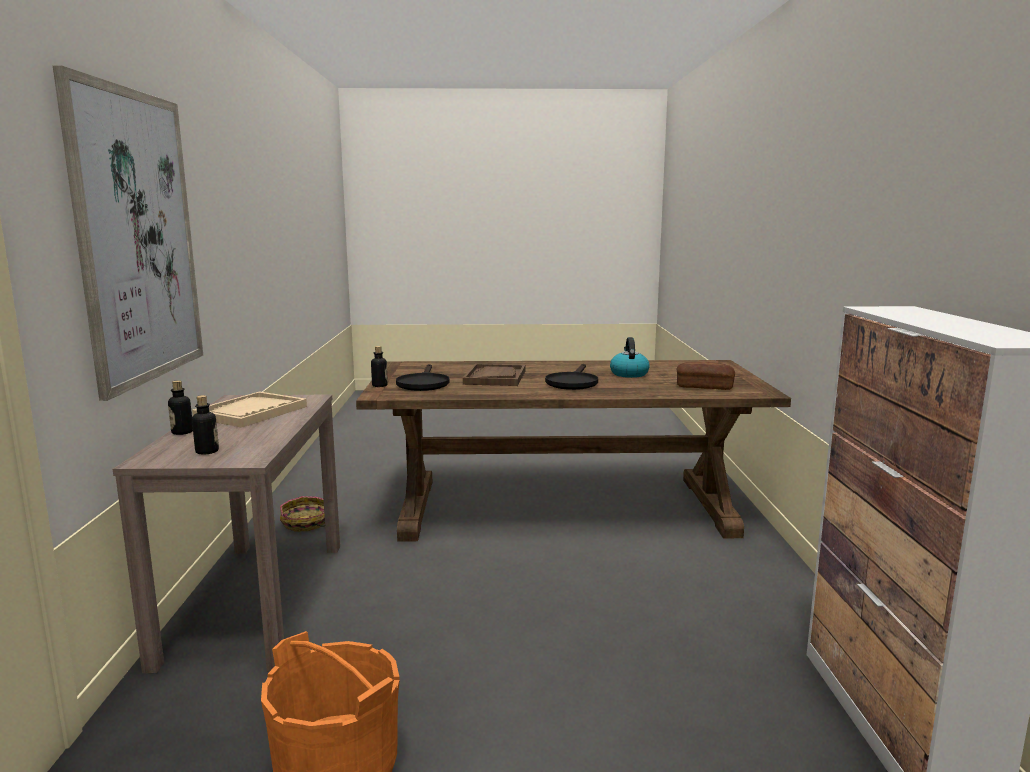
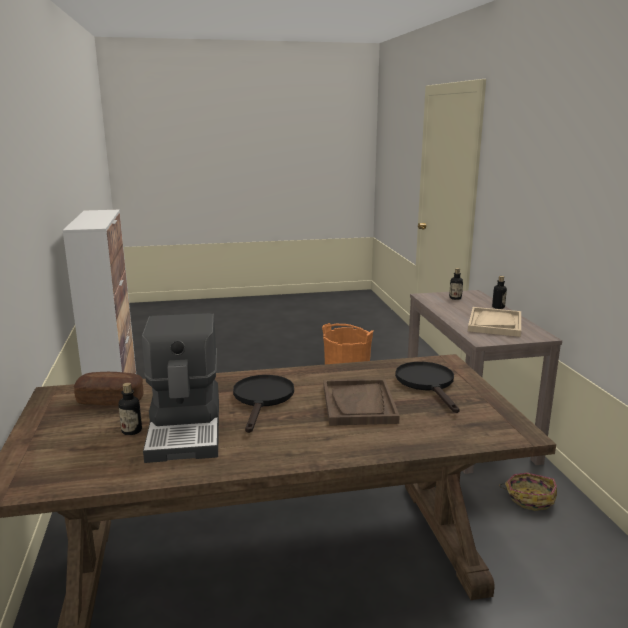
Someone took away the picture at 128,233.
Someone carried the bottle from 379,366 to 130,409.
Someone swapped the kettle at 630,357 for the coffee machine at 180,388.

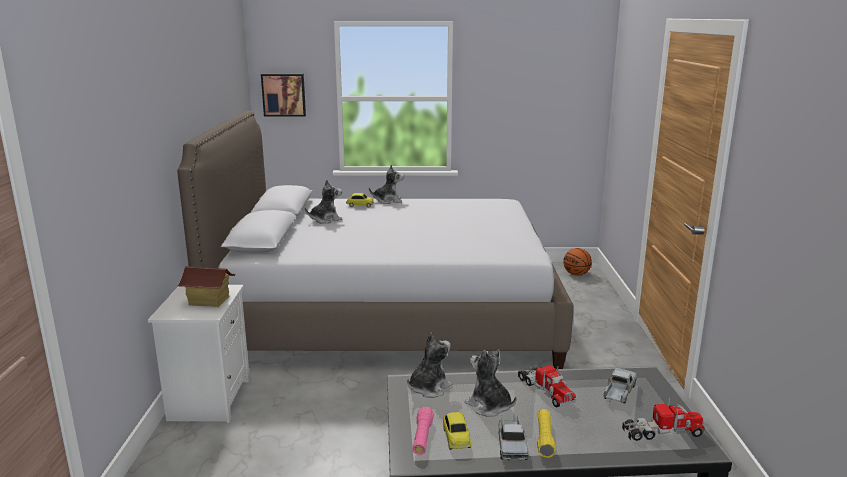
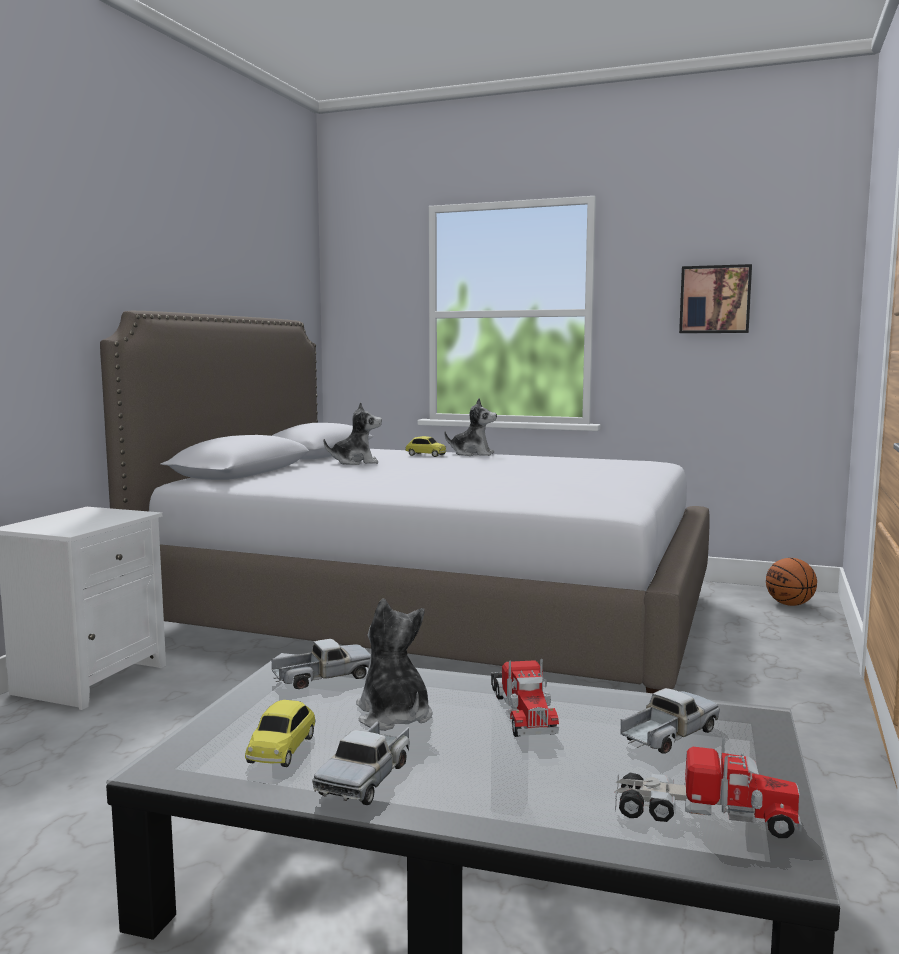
Someone took away the toy house at 206,286.
Someone carried the picture from 283,95 to 715,298.
Someone swapped the plush toy at 429,365 for the toy truck at 321,664.
Someone took away the pink flashlight at 423,431.
Someone took away the yellow flashlight at 546,433.

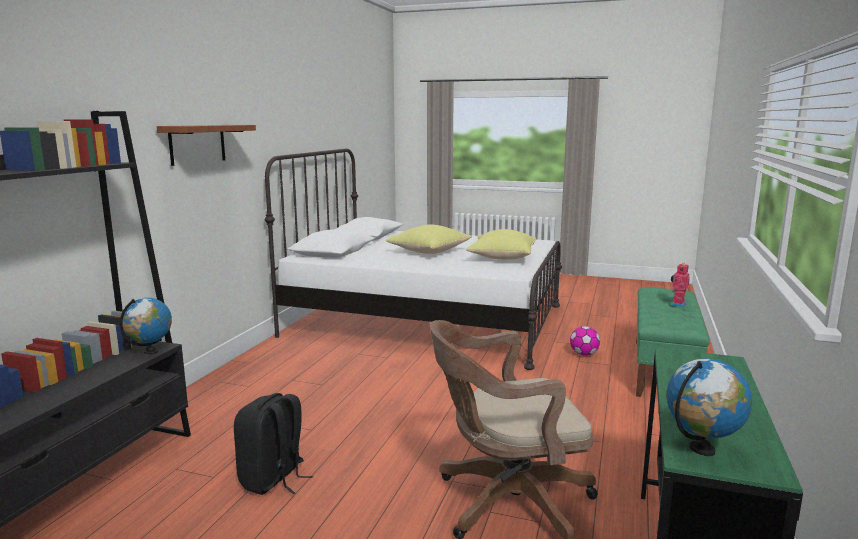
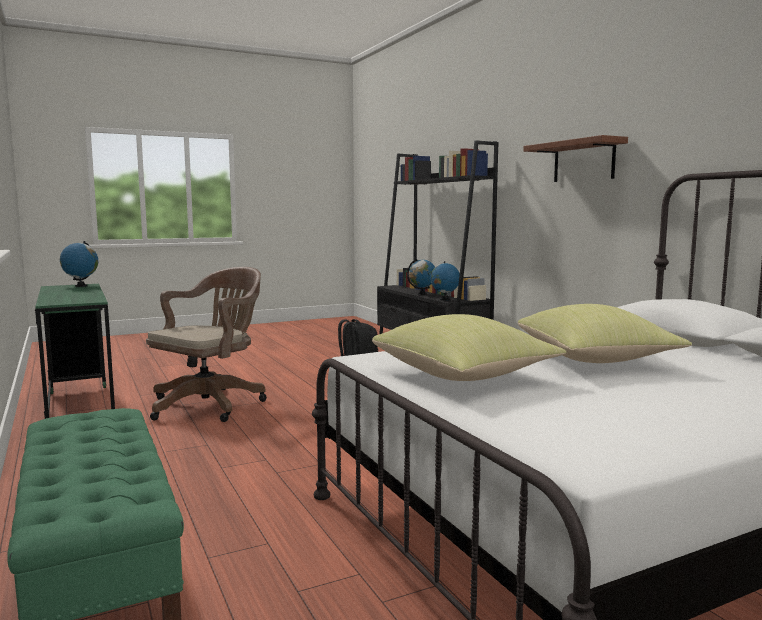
Someone took away the football at 585,341.
Someone took away the toy robot at 680,285.
Someone put down the globe at 421,277.

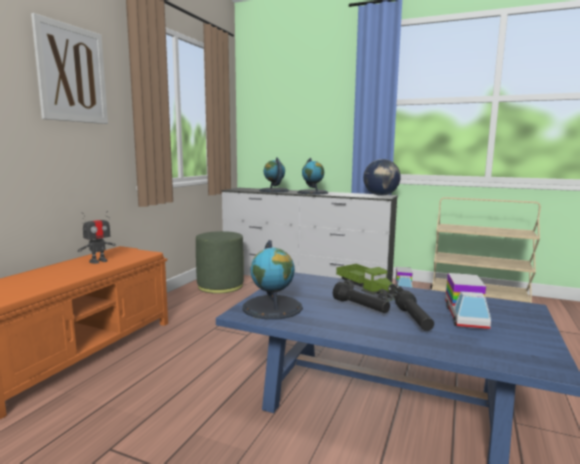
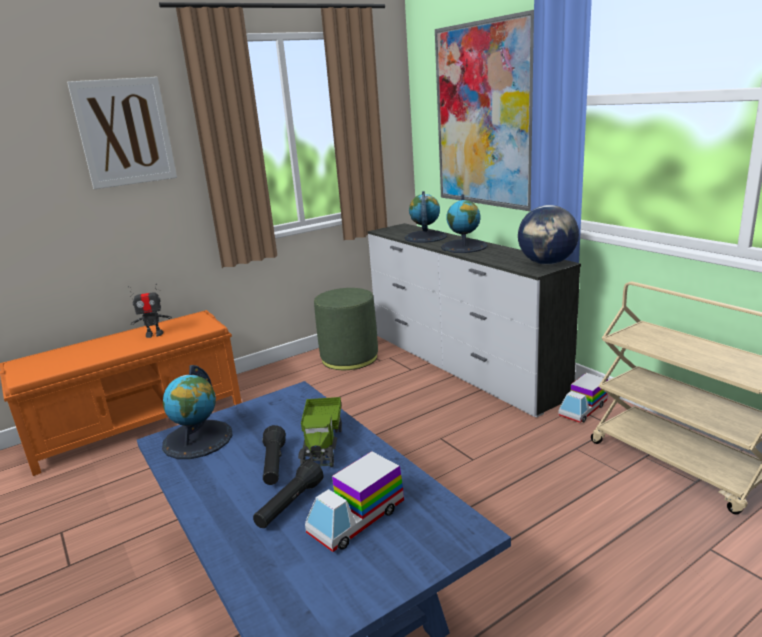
Someone put up the picture at 484,110.

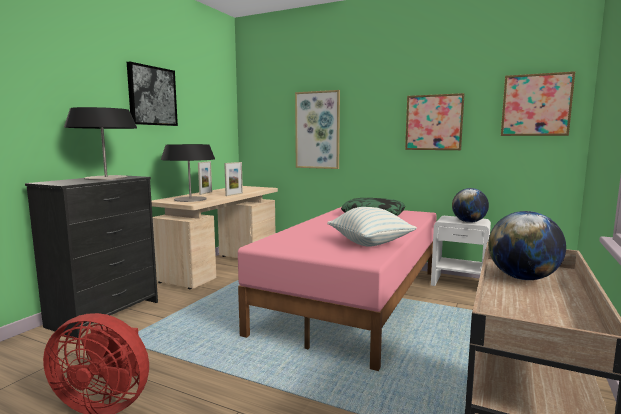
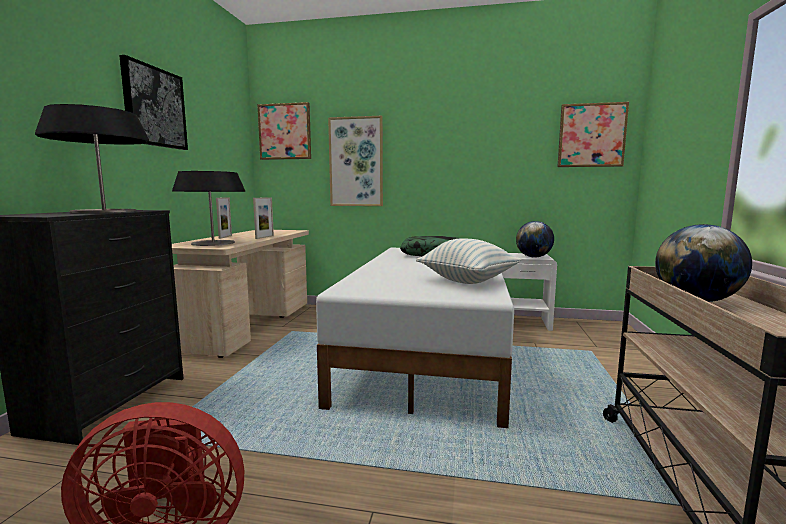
Someone repainted the pink bed at 337,289, which became the white bed at 415,338.
Someone carried the picture from 435,121 to 284,131.

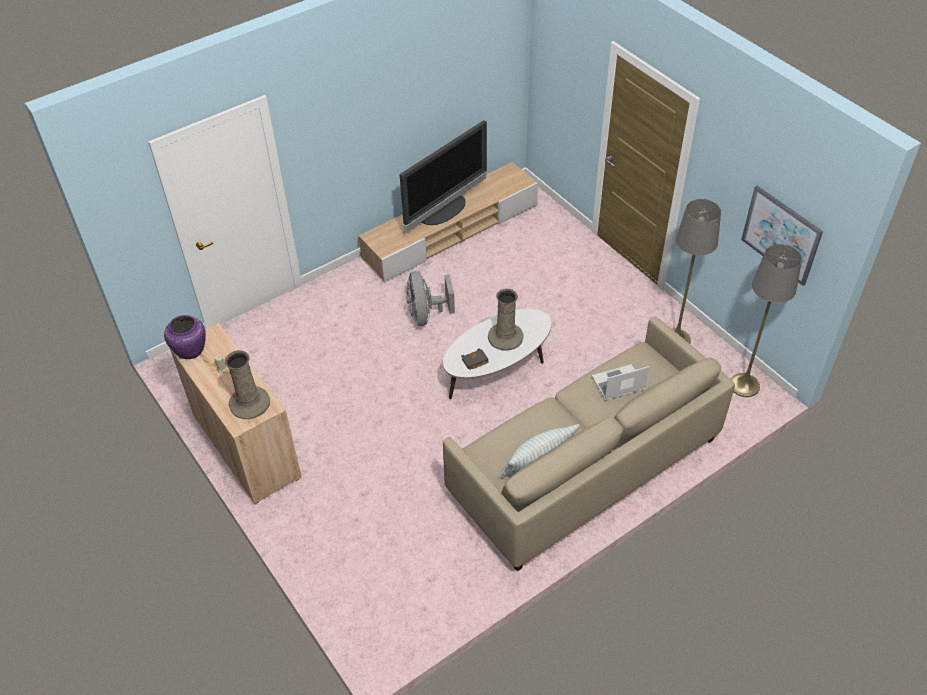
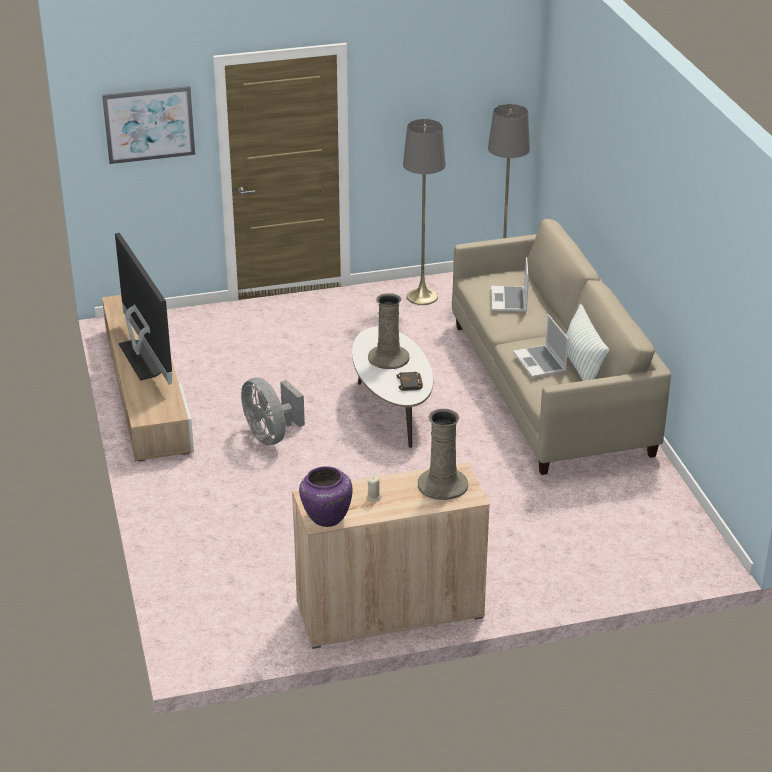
Someone rotated the grey fan at 431,298 by 45 degrees clockwise.
Someone carried the picture from 782,236 to 148,125.
Someone put down the laptop at 541,346.

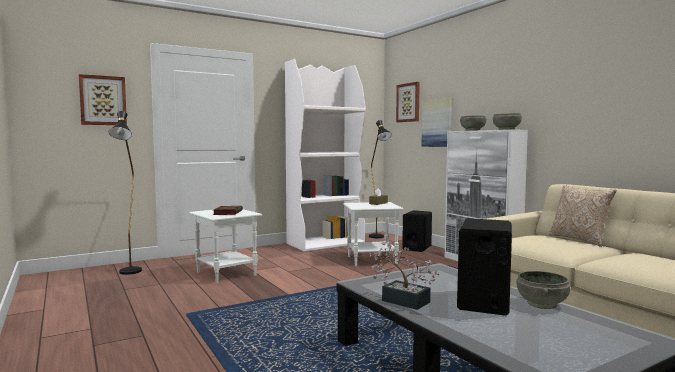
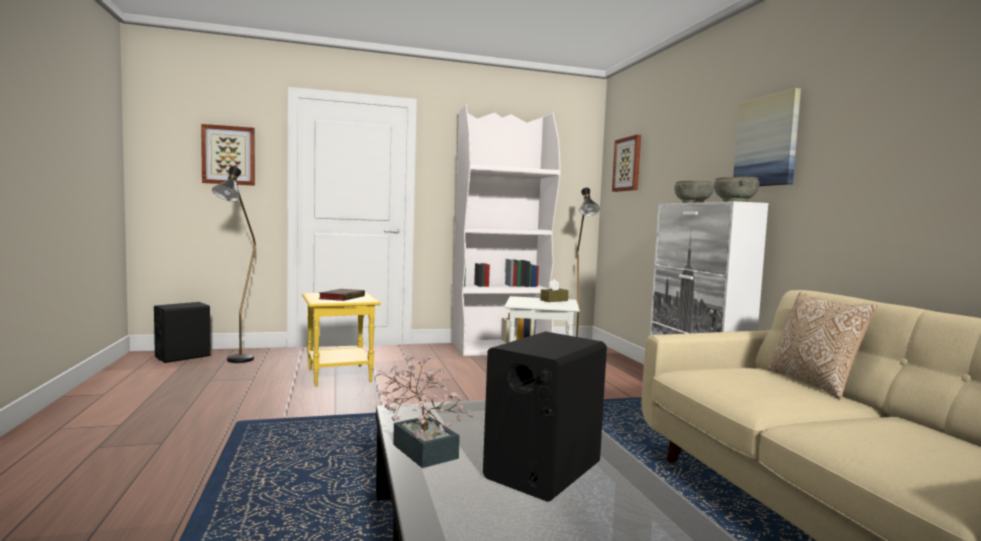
Someone repainted the white side table at 225,246, which became the yellow side table at 341,339.
Someone carried the black speaker from 417,231 to 182,332.
Someone carried the picture from 436,122 to 767,137.
Someone took away the grey bowl at 544,290.

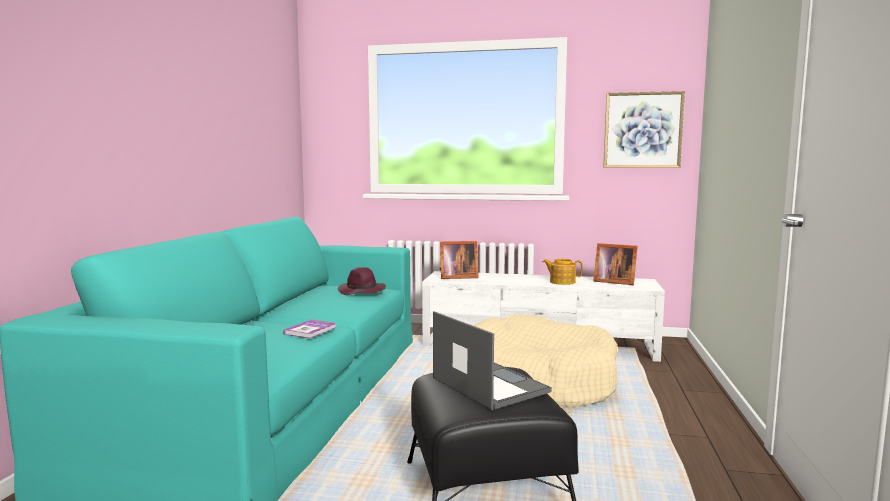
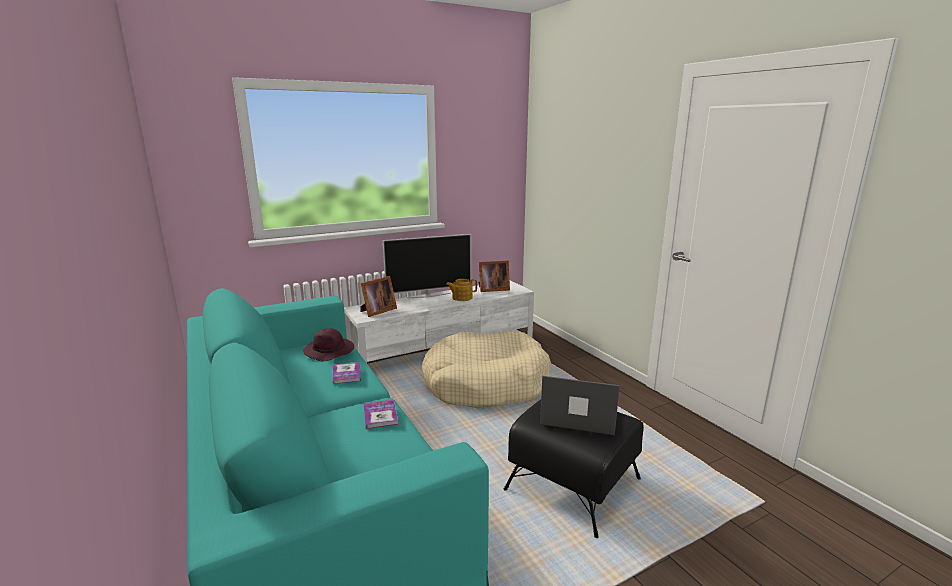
Someone took away the picture at 644,129.
Someone put down the book at 346,373.
Someone put down the television at 427,266.

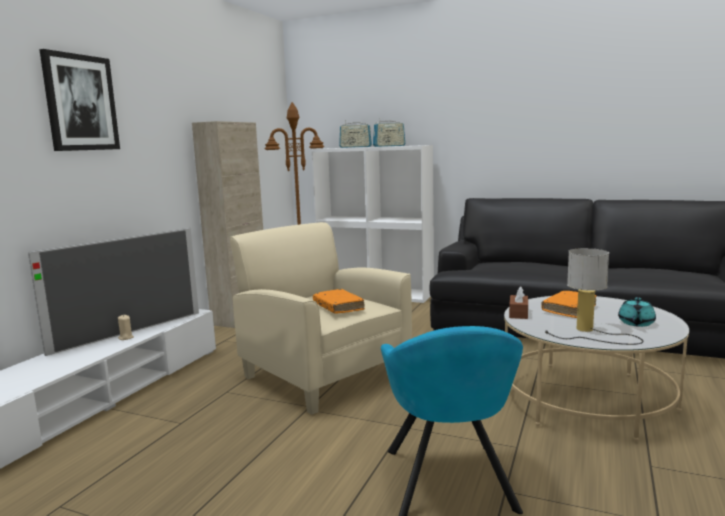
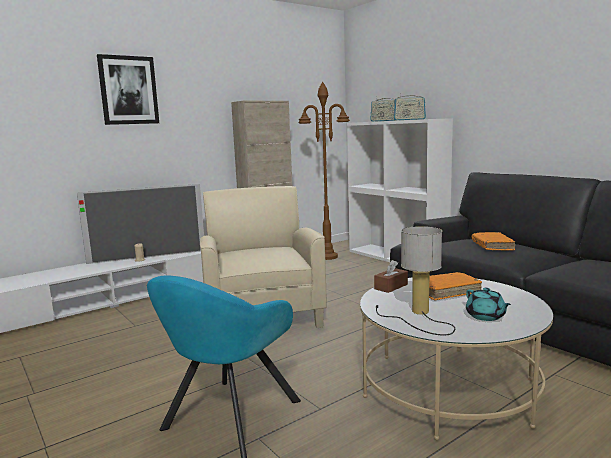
Someone carried the orange book from 339,301 to 493,241.
Someone rotated the turquoise teapot at 637,312 by 75 degrees counterclockwise.

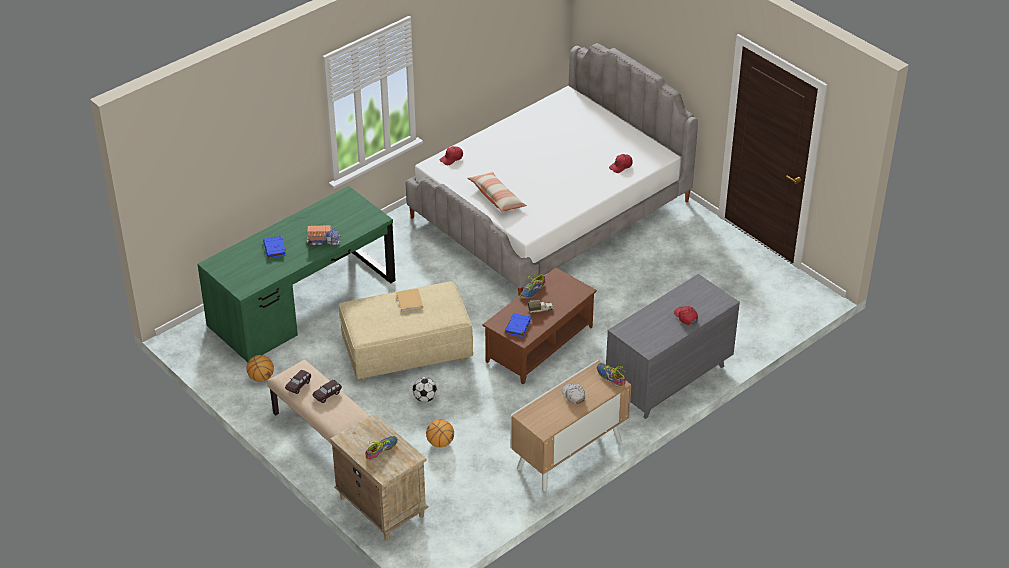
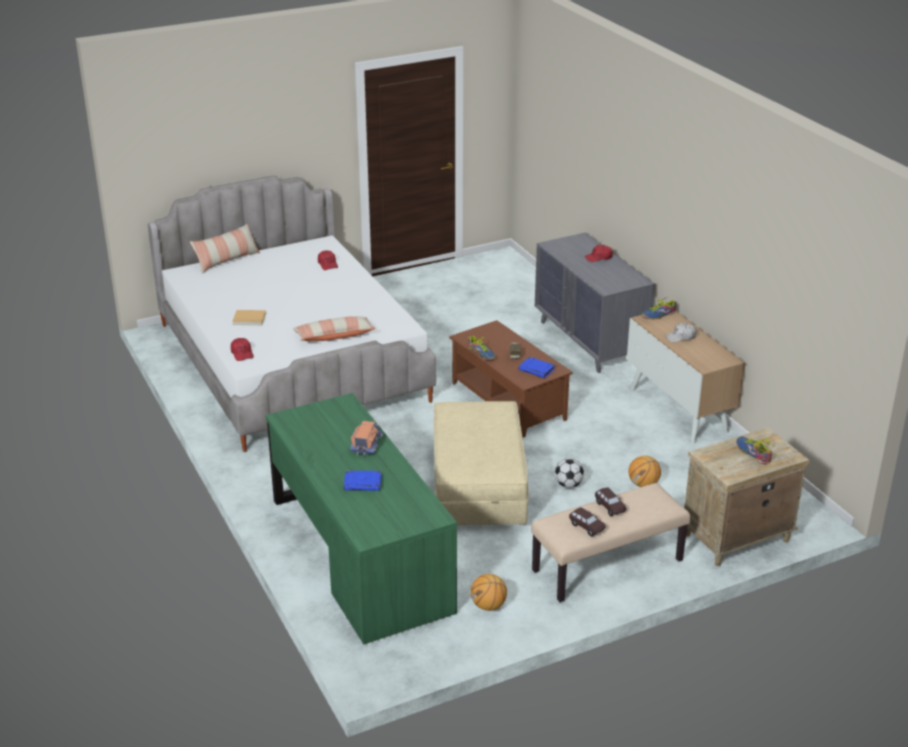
Someone carried the beige book from 409,300 to 249,317.
Someone put down the pillow at 225,249.

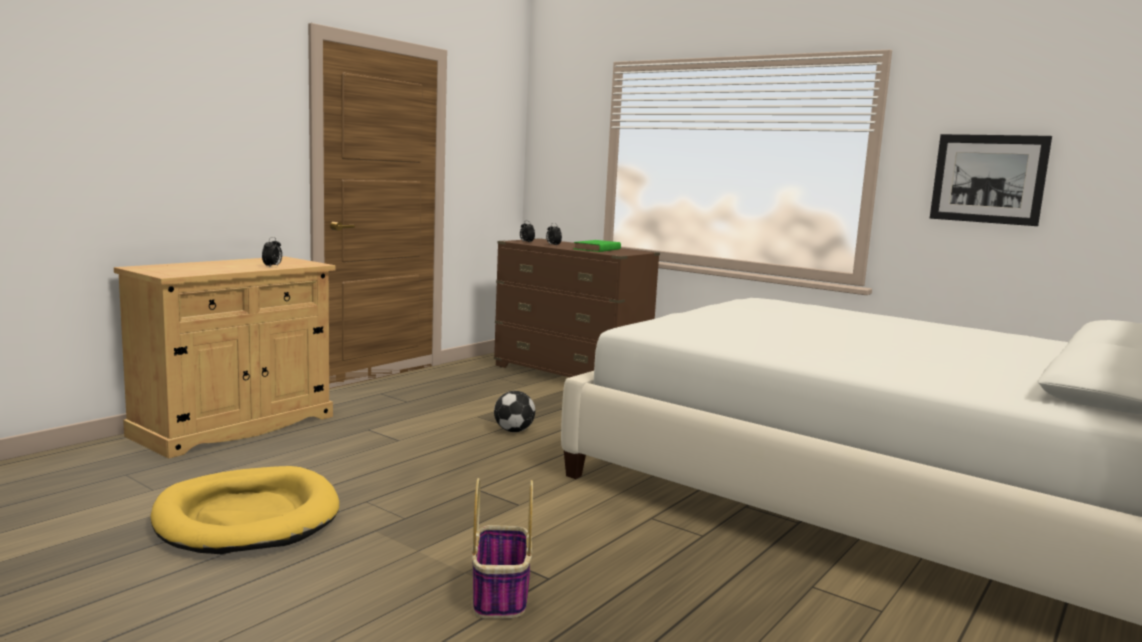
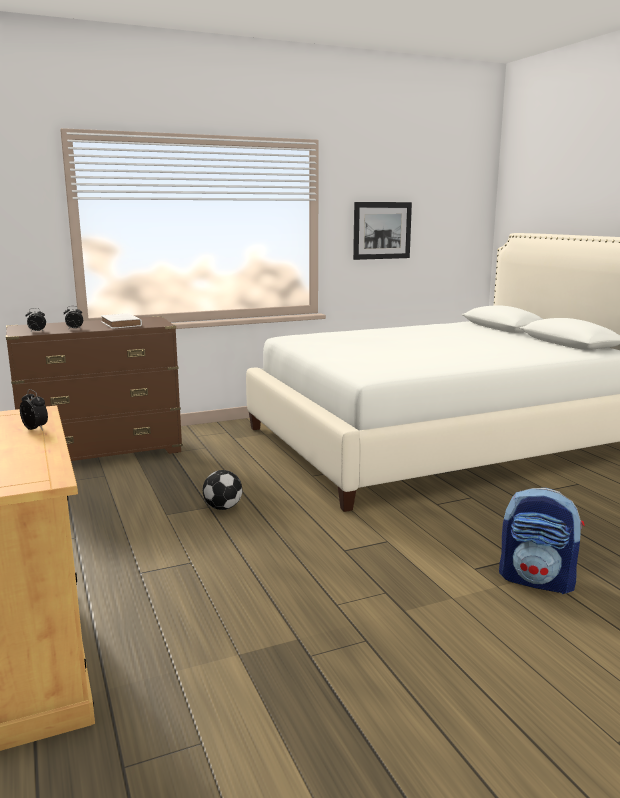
Someone took away the yellow dog bed at 244,510.
Someone swapped the basket at 502,548 for the backpack at 542,541.
Someone repainted the green book at 597,246, which became the white book at 121,320.

